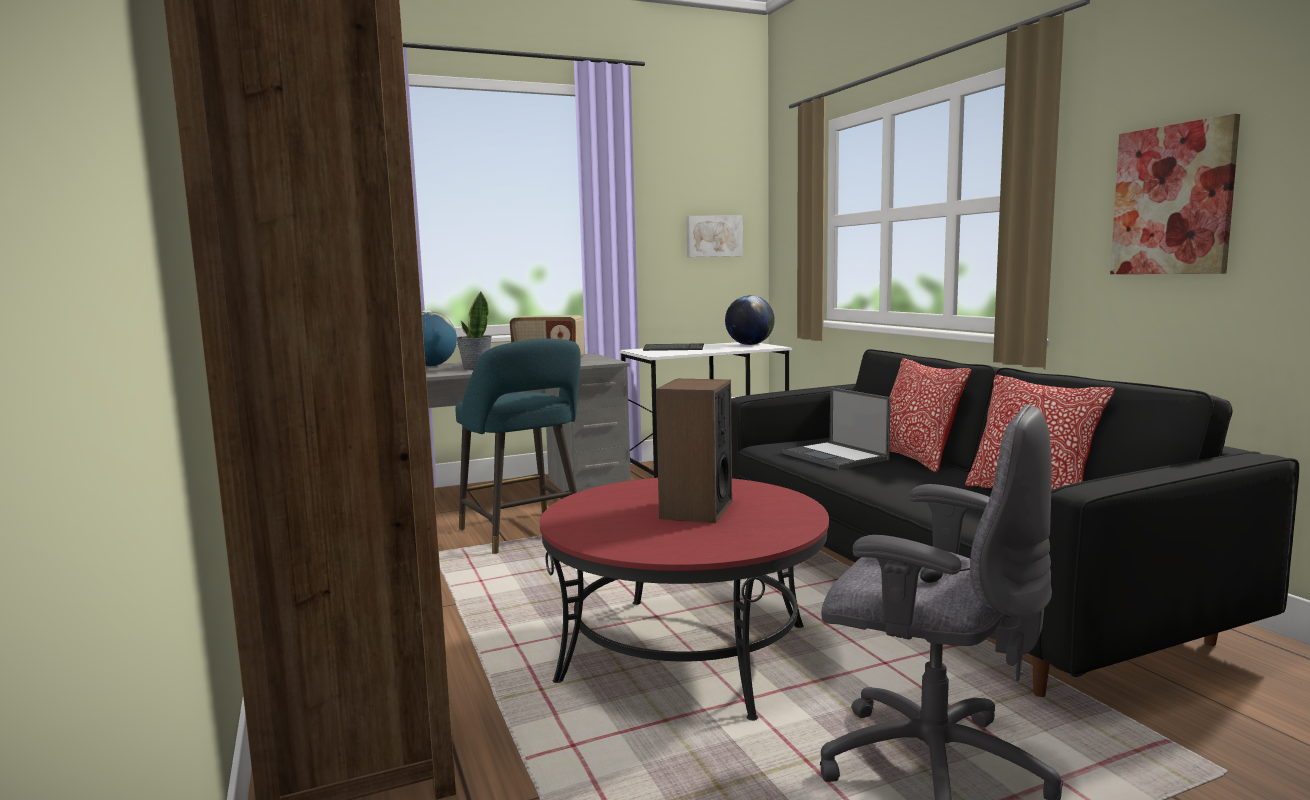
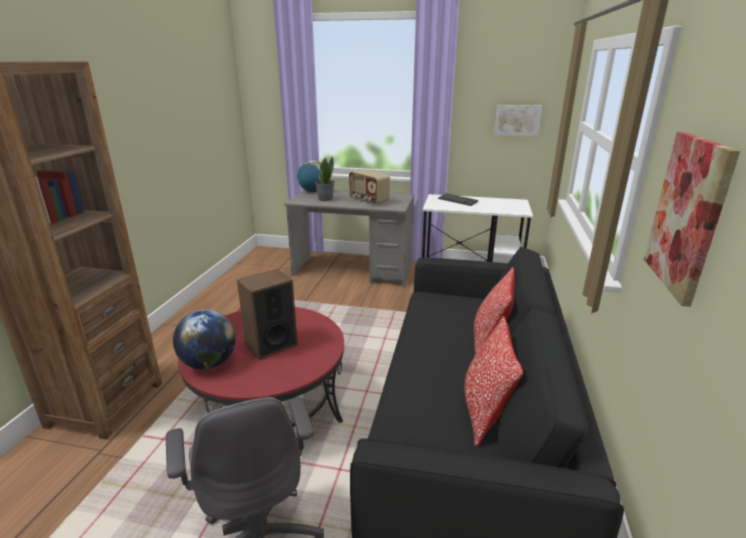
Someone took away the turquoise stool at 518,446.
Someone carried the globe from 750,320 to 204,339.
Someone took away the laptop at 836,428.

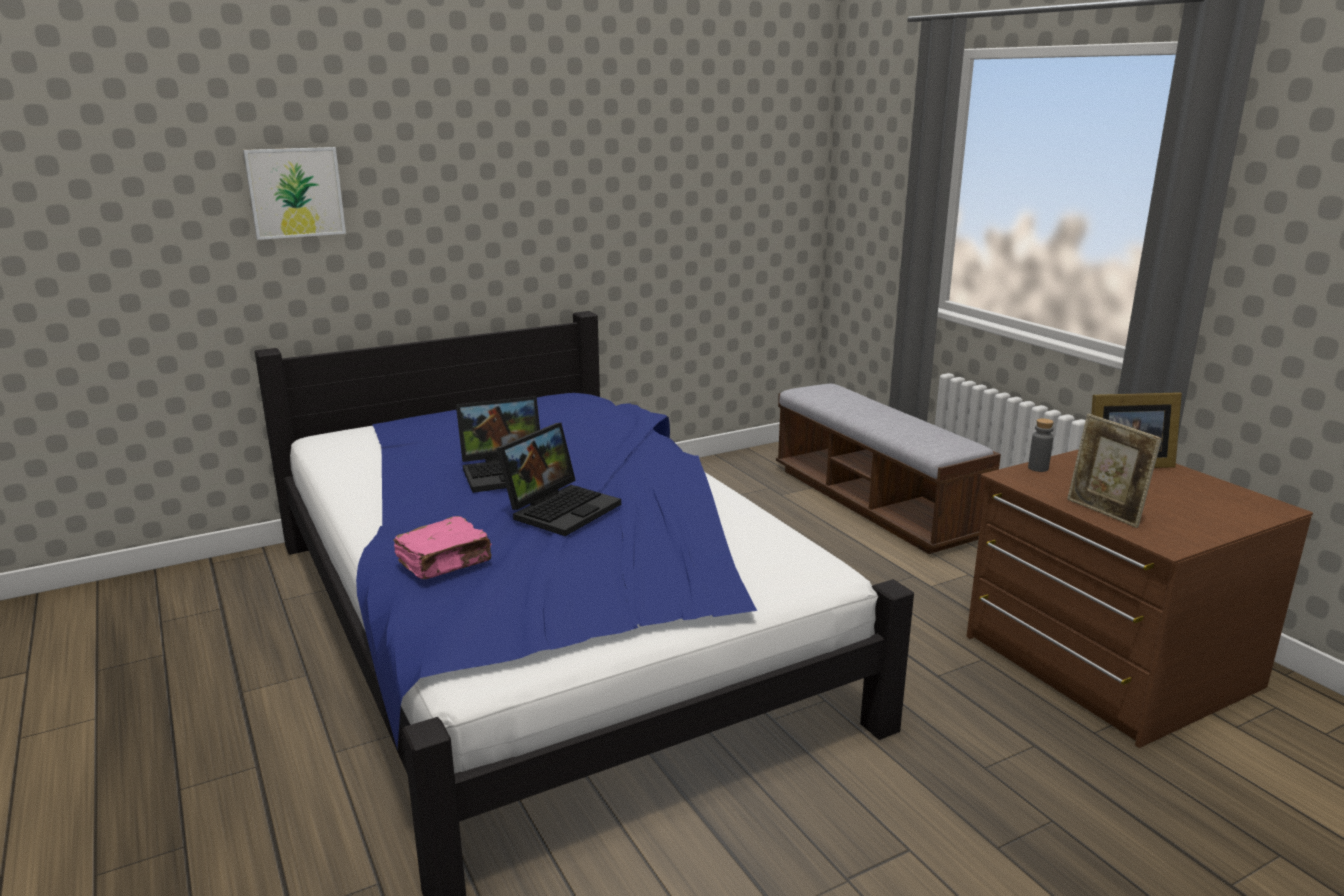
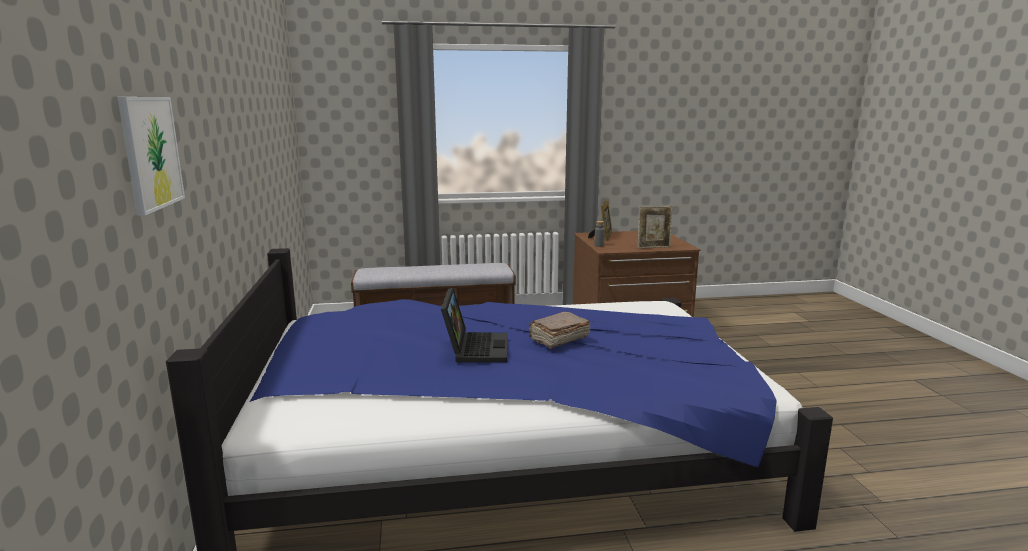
Someone took away the pink book at 443,547.
Someone swapped the laptop at 558,479 for the brown book at 559,330.

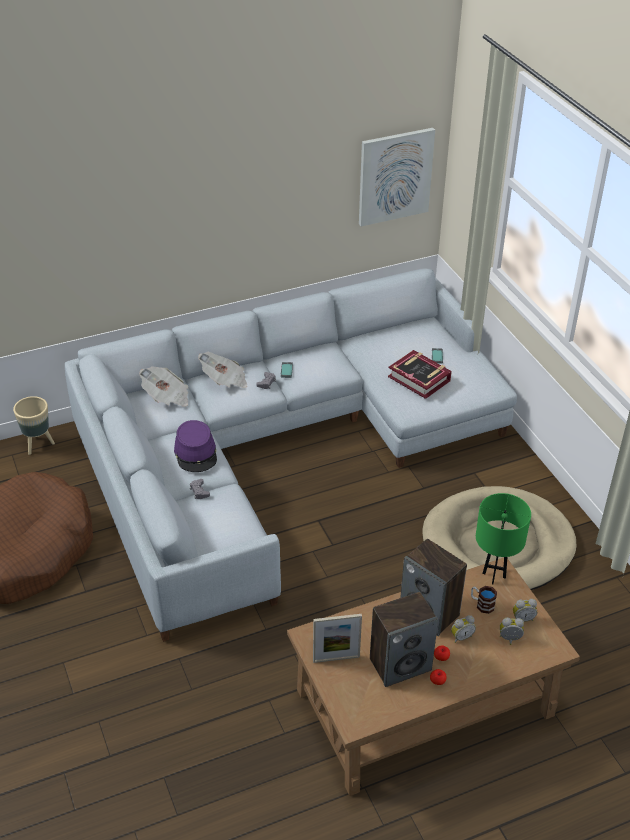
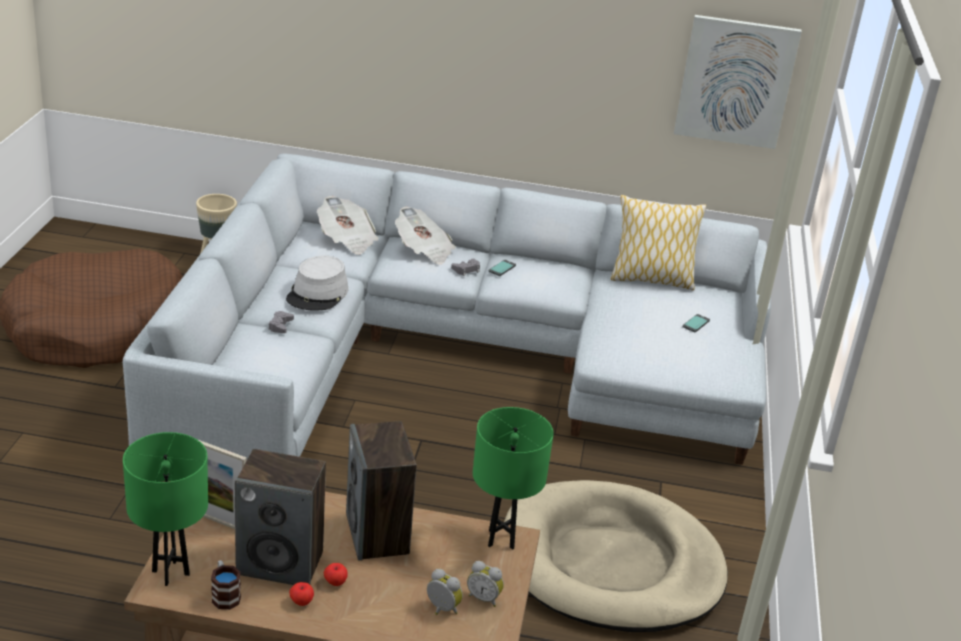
Someone repainted the purple hat at 195,446, which became the grey hat at 317,283.
Someone took away the book at 420,374.
Someone took away the alarm clock at 463,629.
Someone carried the mug from 484,600 to 226,585.
Someone put down the green table lamp at 165,509.
Someone put down the pillow at 658,243.

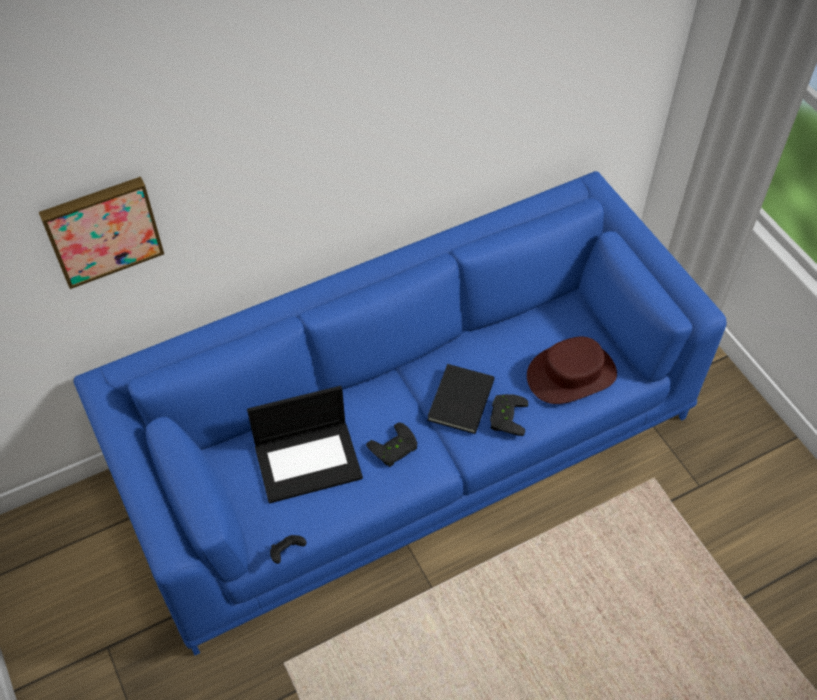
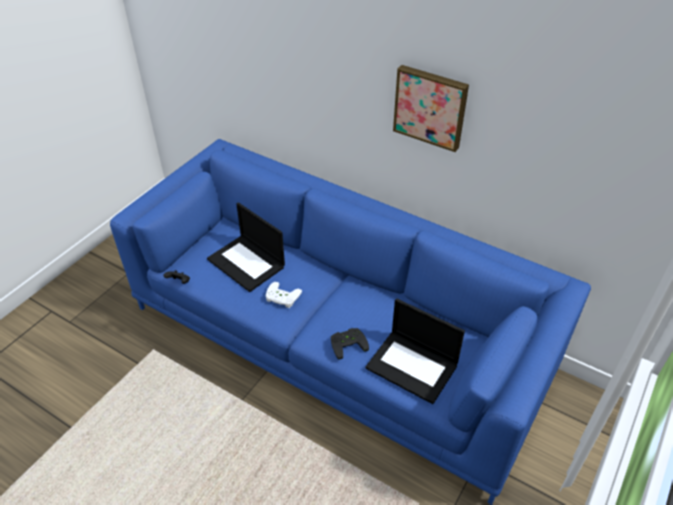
Someone carried the picture from 101,233 to 431,108.
Someone repainted the black game controller at 392,444, which became the white game controller at 284,295.
Someone took away the black book at 461,399.
Someone swapped the brown hat at 572,370 for the laptop at 415,351.

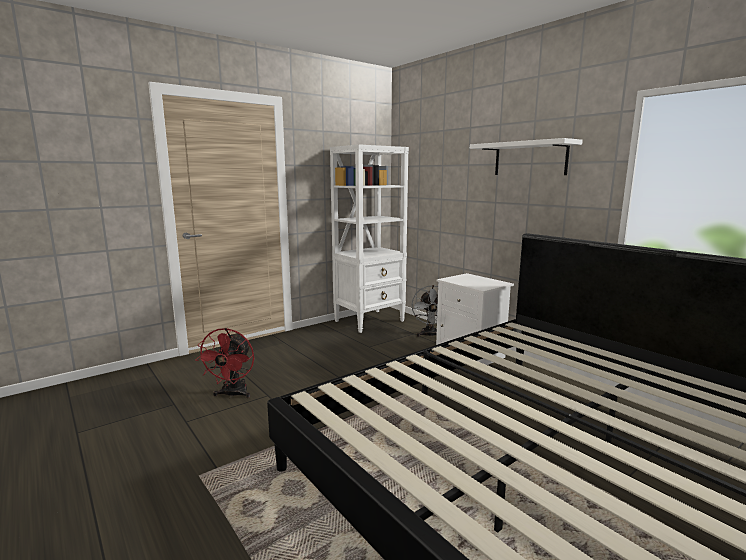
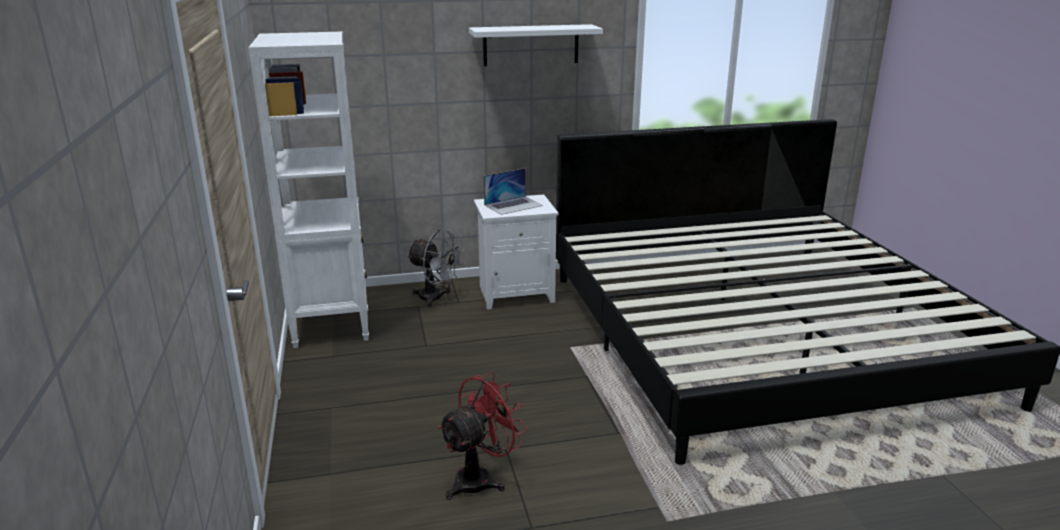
Someone rotated the red fan at 224,363 by 75 degrees counterclockwise.
Someone put down the laptop at 513,191.

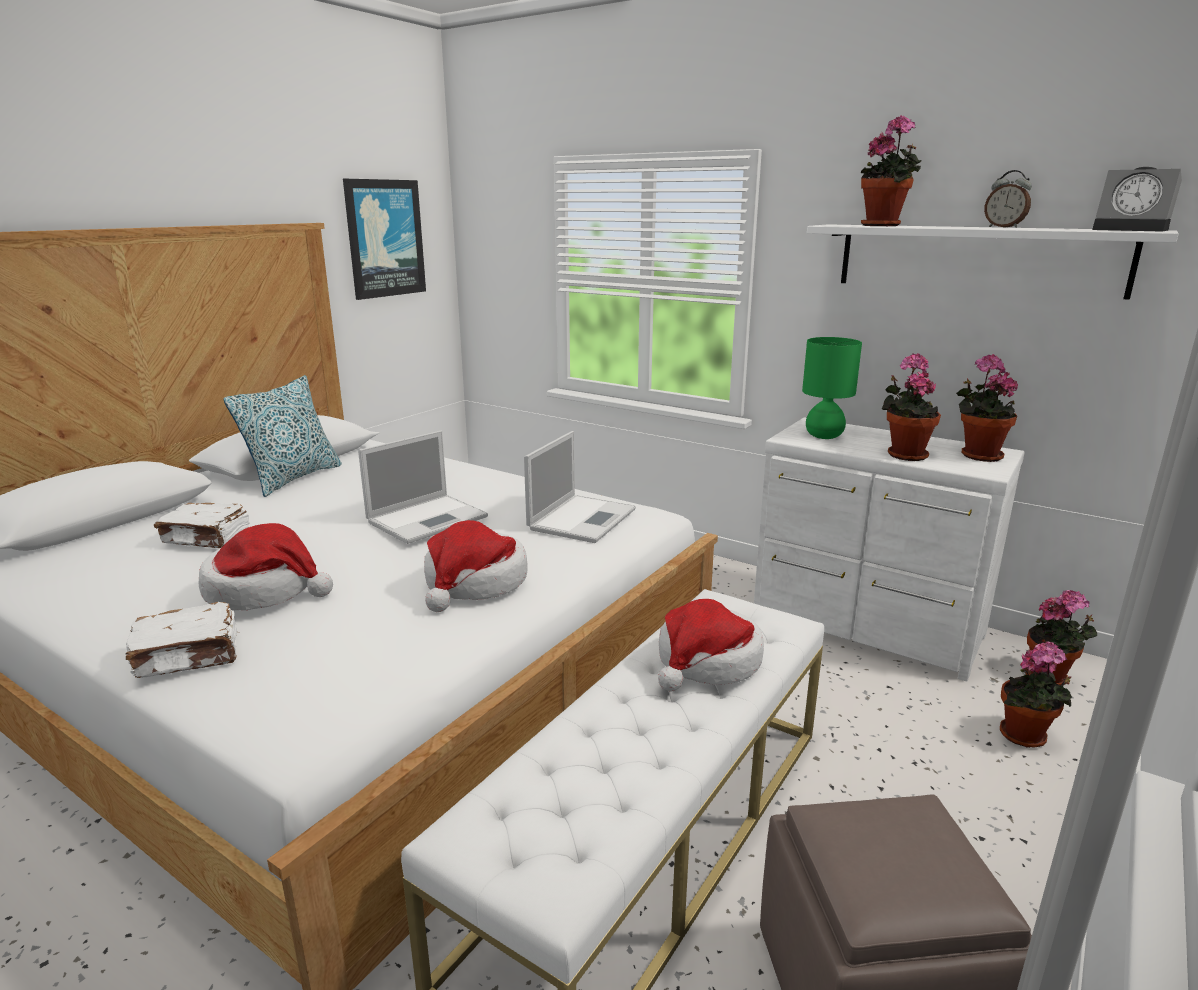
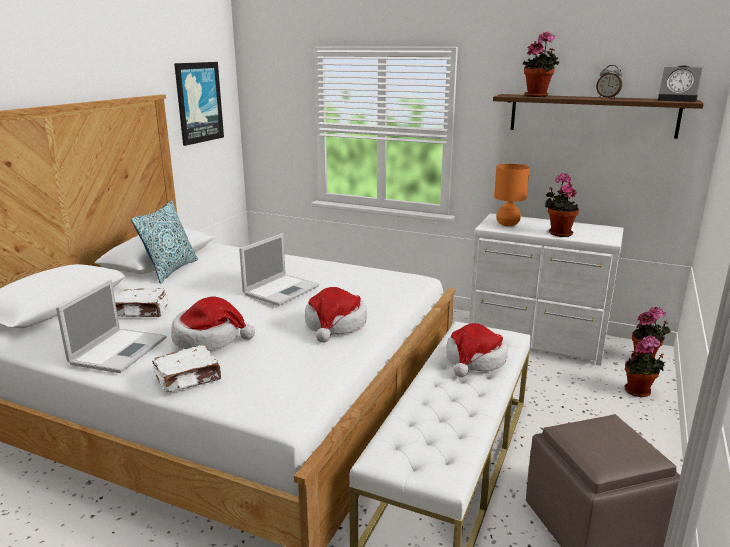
Someone carried the laptop from 580,487 to 111,326.
Someone repainted the green table lamp at 832,388, which became the orange table lamp at 512,195.
Someone repainted the white shelf at 993,262, which became the brown shelf at 598,116.
Someone took away the potted plant at 987,408.

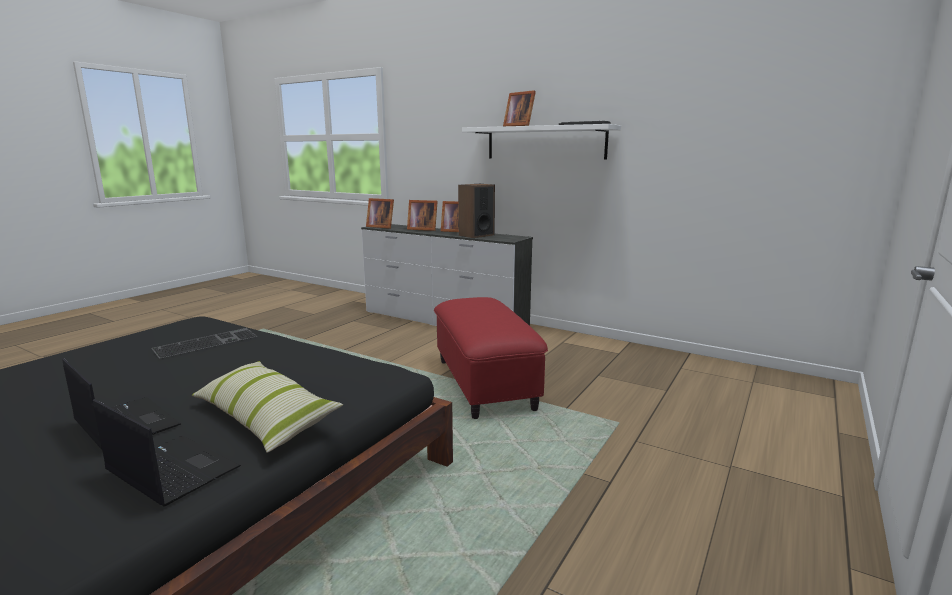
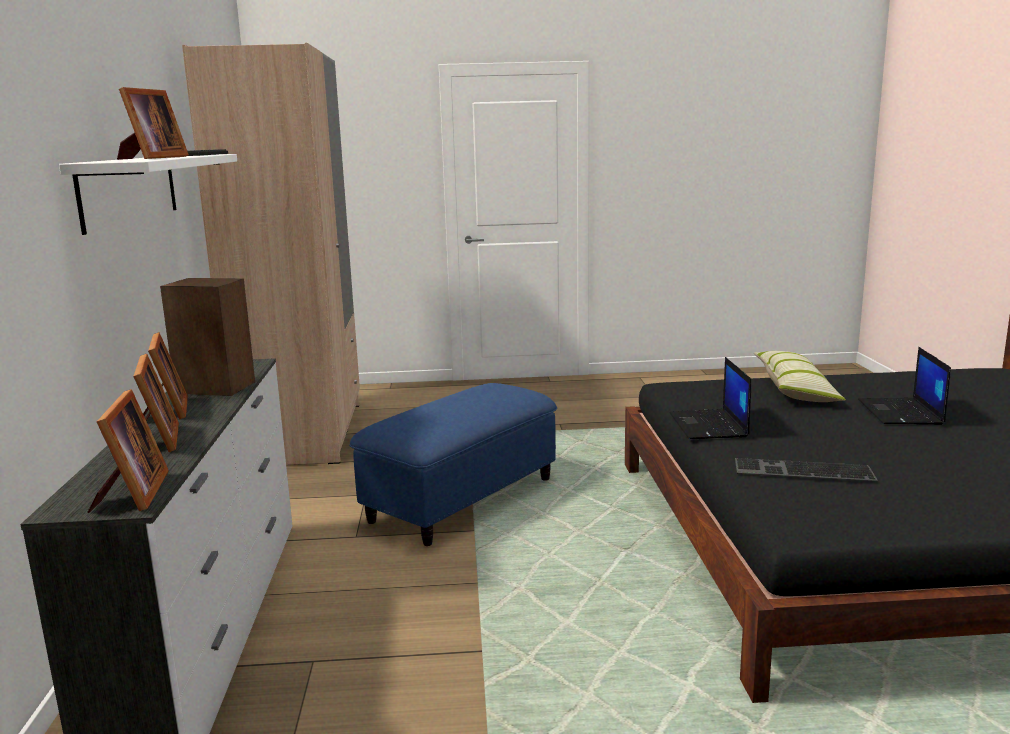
Someone carried the laptop from 167,453 to 710,398.
Someone repainted the red ottoman at 491,358, which became the blue ottoman at 453,464.
Someone put down the beige wardrobe at 271,254.

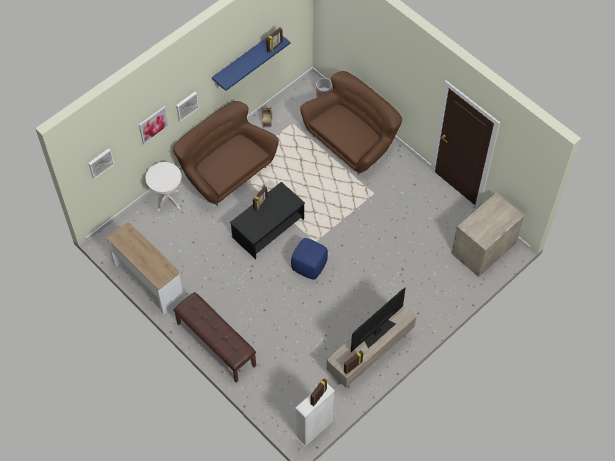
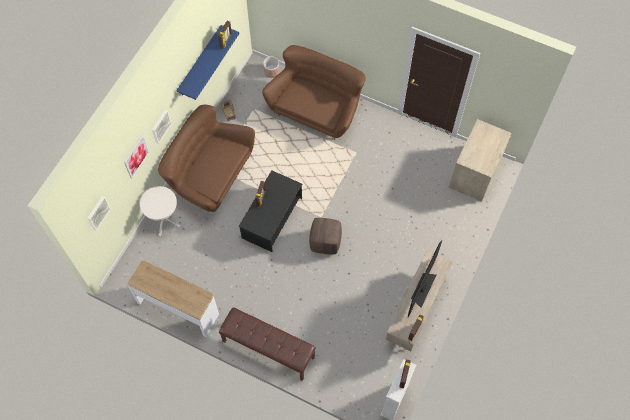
Someone repainted the blue ottoman at 309,259, which became the brown ottoman at 325,236.

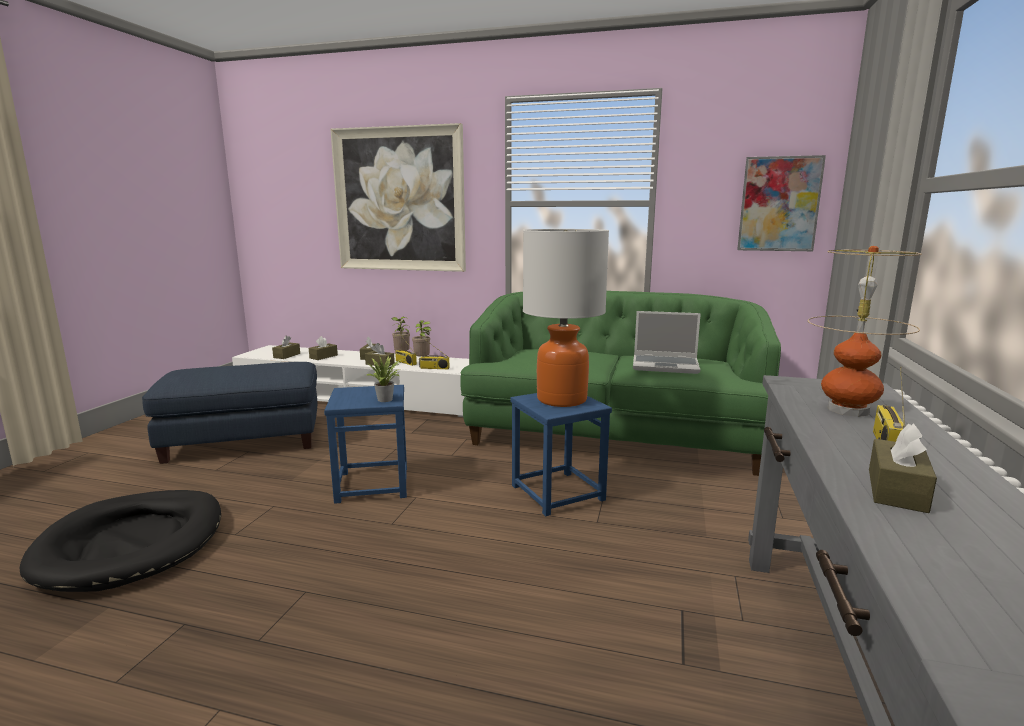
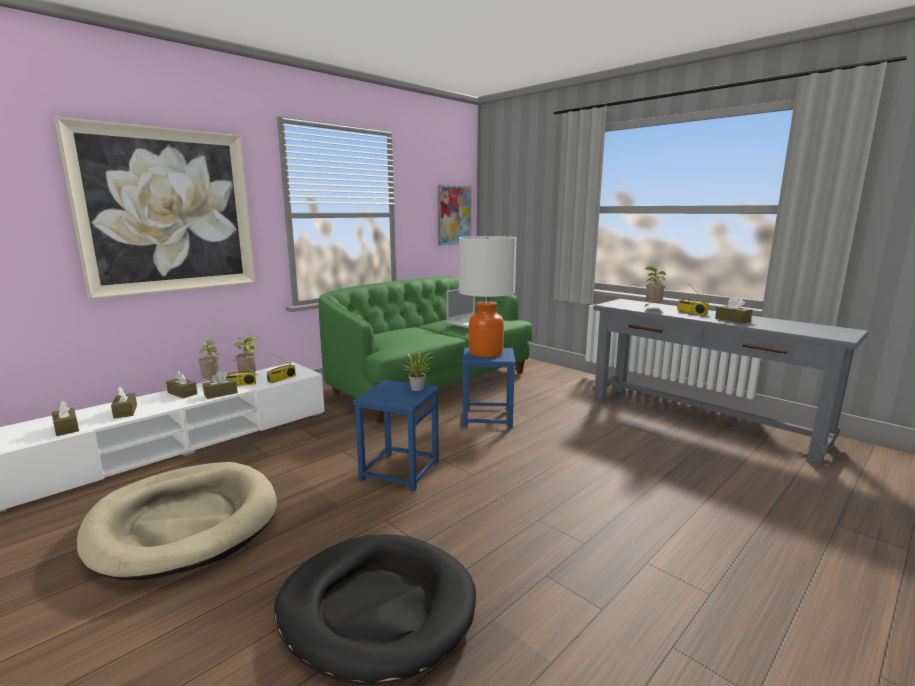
Someone swapped the blue ottoman at 229,413 for the beige dog bed at 177,521.
Someone swapped the table lamp at 865,331 for the potted plant at 654,287.

